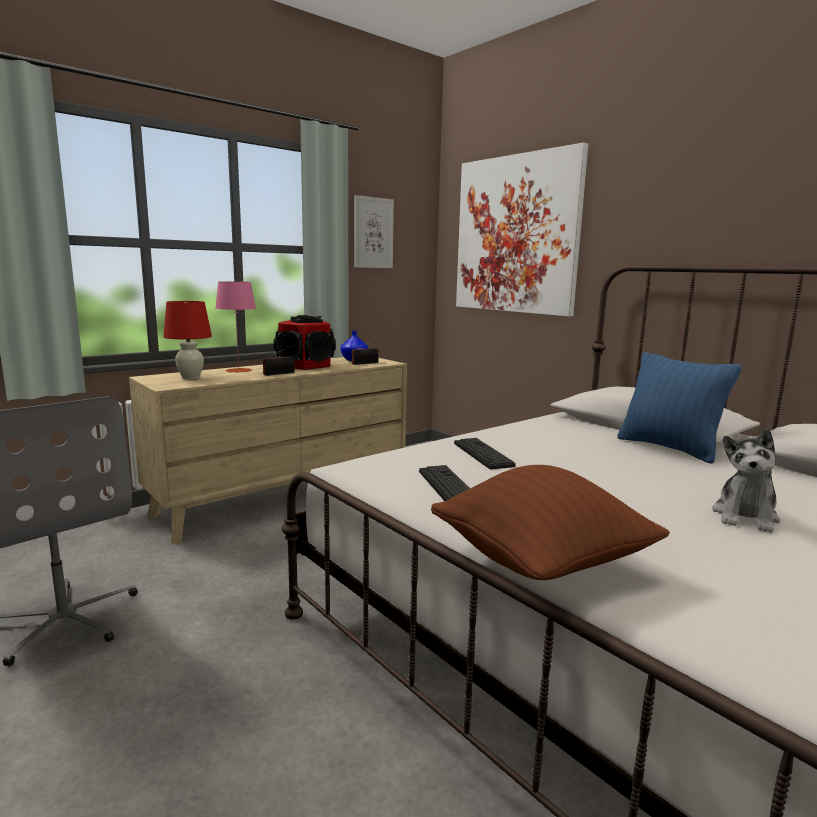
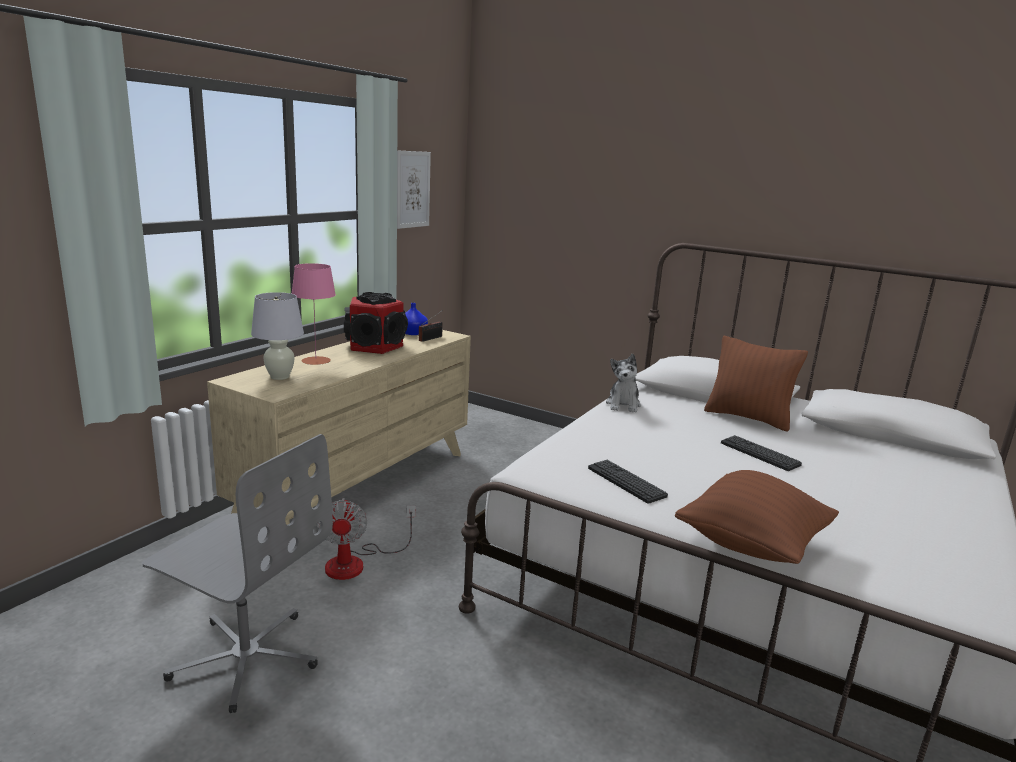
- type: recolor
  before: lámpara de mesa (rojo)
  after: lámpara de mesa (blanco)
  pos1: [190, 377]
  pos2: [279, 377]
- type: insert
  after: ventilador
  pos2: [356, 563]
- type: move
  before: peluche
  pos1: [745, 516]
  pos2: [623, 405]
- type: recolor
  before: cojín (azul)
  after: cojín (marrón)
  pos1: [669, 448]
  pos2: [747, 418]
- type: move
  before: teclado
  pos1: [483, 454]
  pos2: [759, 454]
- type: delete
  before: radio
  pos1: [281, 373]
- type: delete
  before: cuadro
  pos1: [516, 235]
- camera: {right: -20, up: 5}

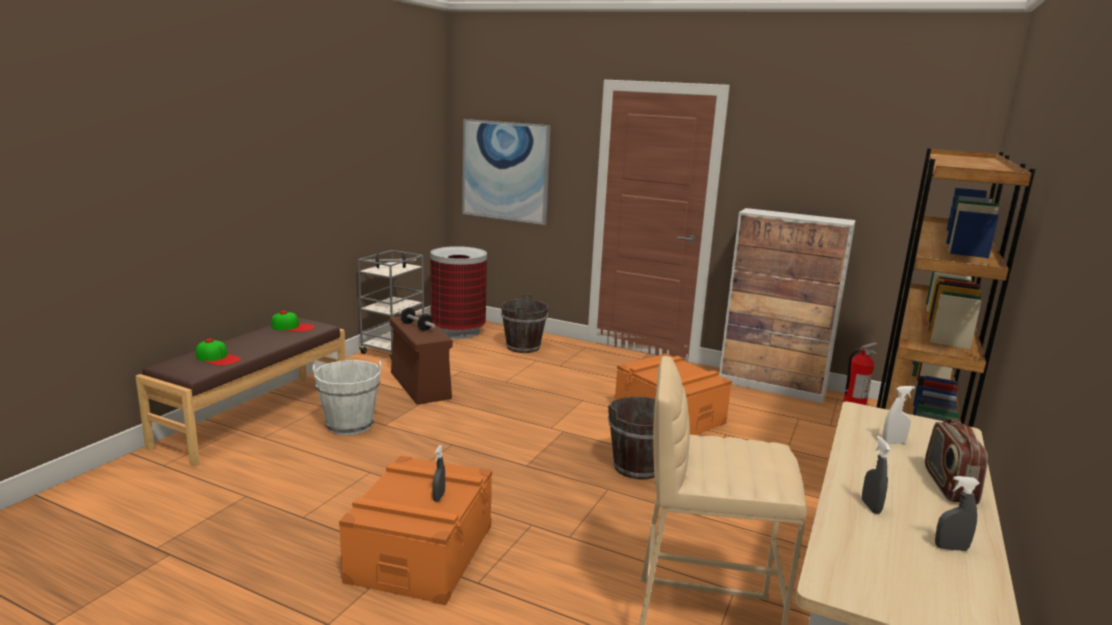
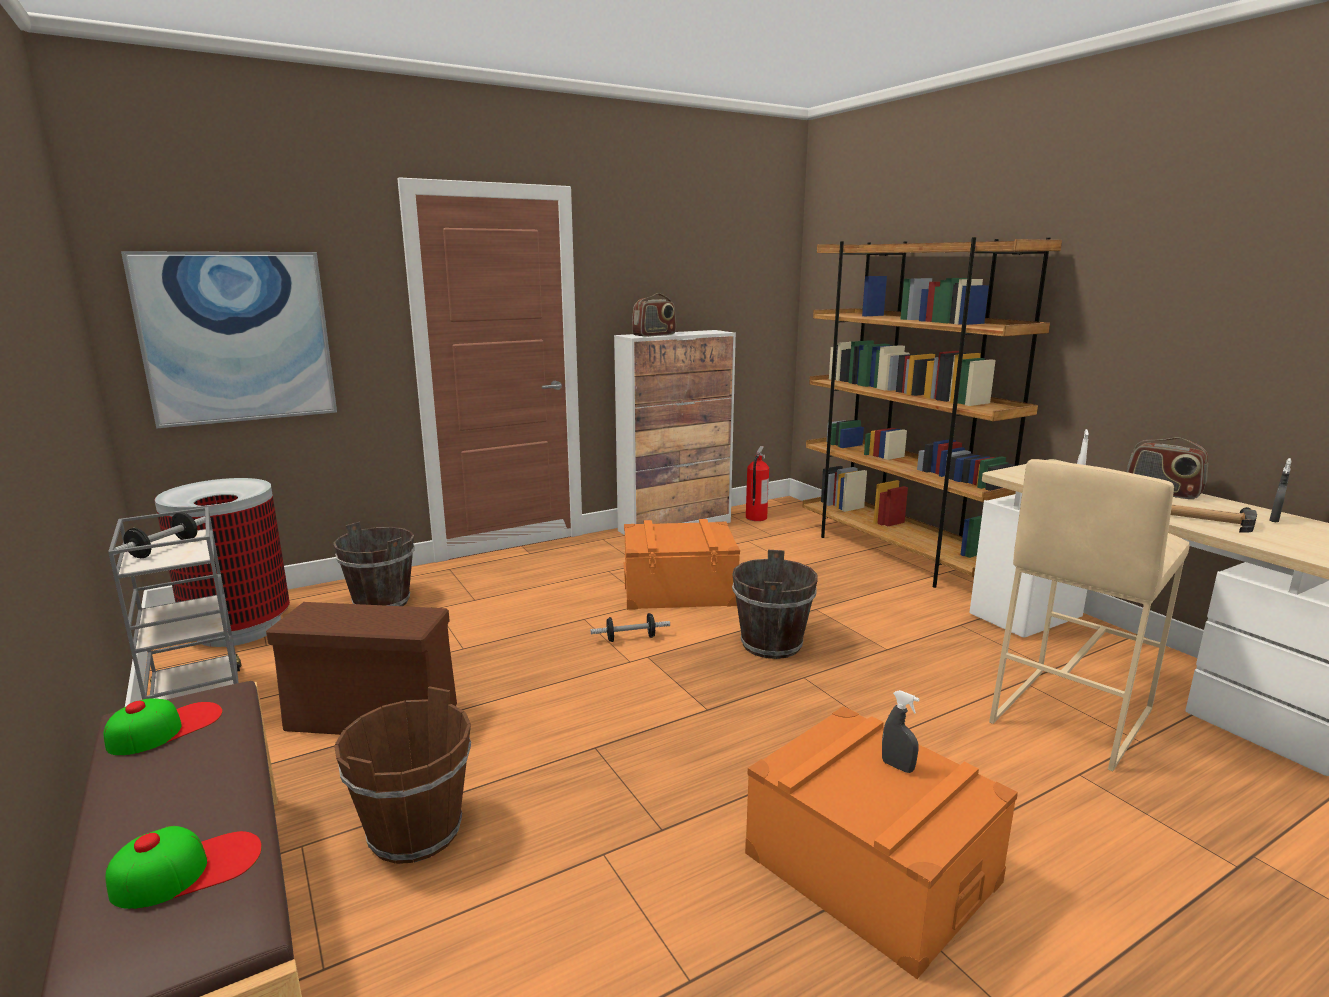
- type: recolor
  before: cubo (blanco)
  after: cubo (marrón)
  pos1: [349, 425]
  pos2: [415, 832]
- type: move
  before: mancuerna
  pos1: [416, 327]
  pos2: [630, 638]
- type: insert
  after: radio
  pos2: [654, 335]
- type: replace
  before: pulverizador (gris)
  after: martillo
  pos1: [870, 507]
  pos2: [1207, 520]
- camera: {right: -55, up: 0}

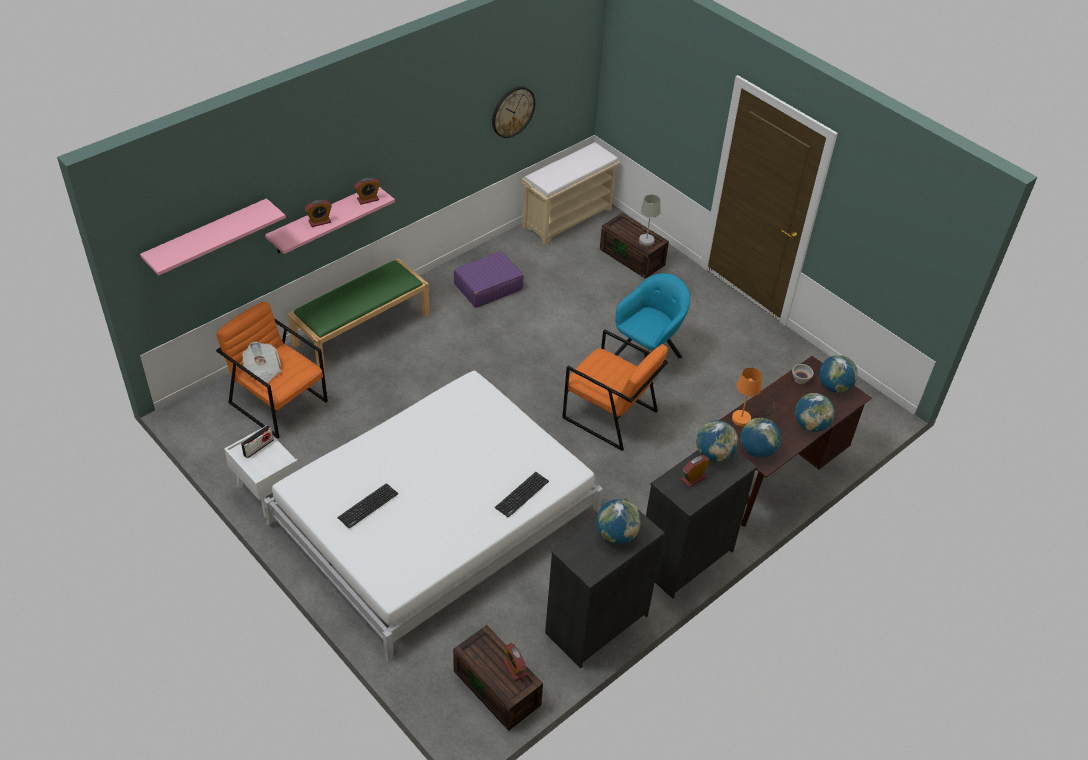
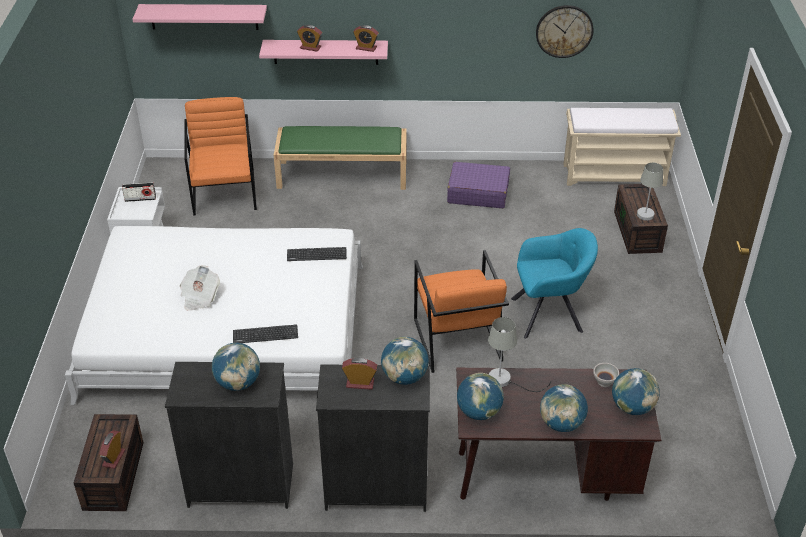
- type: move
  before: periódico
  pos1: [263, 370]
  pos2: [199, 297]
- type: move
  before: teclado
  pos1: [368, 506]
  pos2: [316, 254]
- type: recolor
  before: lámpara de mesa (naranja)
  after: lámpara de mesa (gris)
  pos1: [746, 417]
  pos2: [506, 381]
- camera: {right: 45, up: -5}

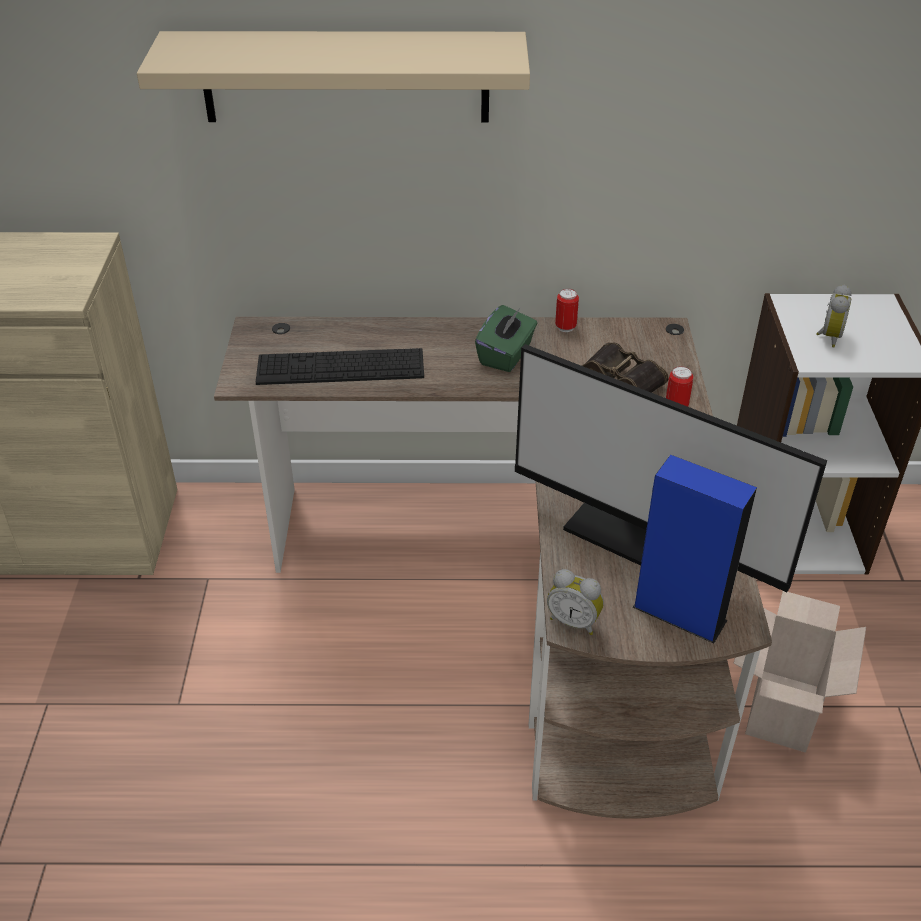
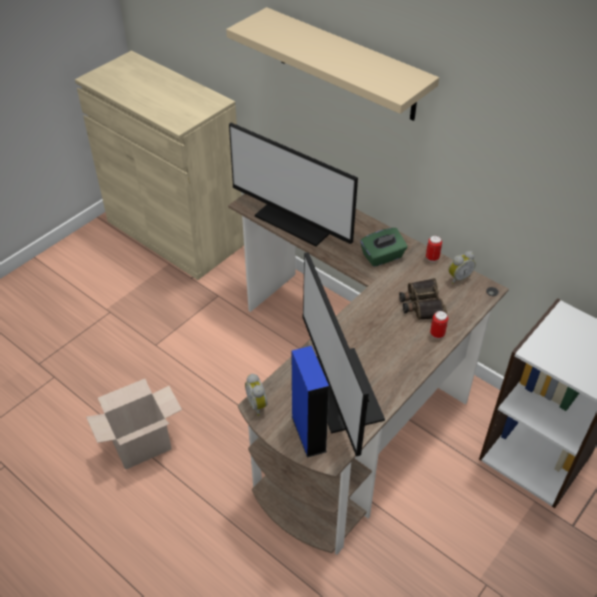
- type: move
  before: caja de cartón
  pos1: [779, 708]
  pos2: [143, 444]
- type: replace
  before: teclado
  after: monitor
  pos1: [340, 367]
  pos2: [297, 220]
- type: move
  before: despertador
  pos1: [828, 337]
  pos2: [458, 277]
- camera: {right: 40, up: 5}

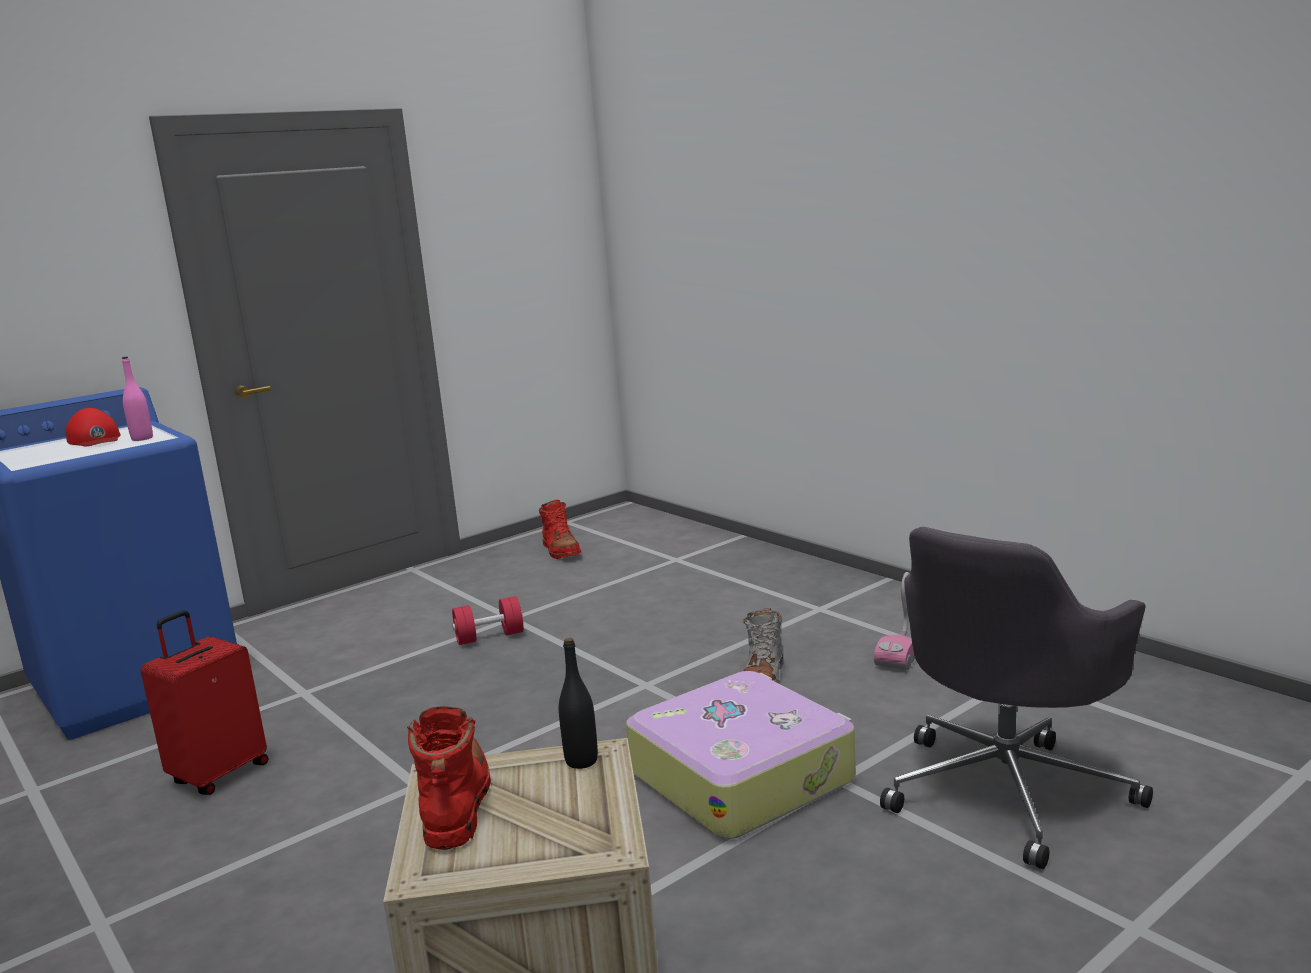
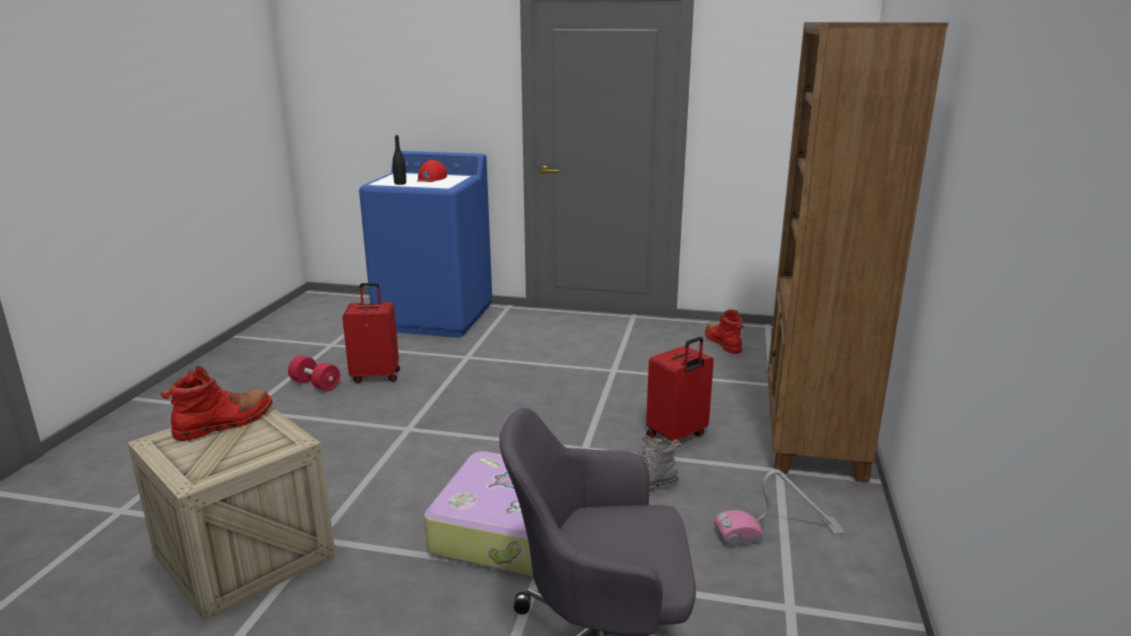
- type: move
  before: mancuerna (rojo)
  pos1: [489, 637]
  pos2: [315, 384]
- type: move
  before: botella (negro)
  pos1: [581, 761]
  pos2: [400, 183]
- type: insert
  after: maleta (rojo)
  pos2: [677, 436]
- type: rotate
  before: bota (rojo)
  pos1: [561, 551]
  pos2: [723, 343]
  turn: 135
- type: insert
  after: estantería (marrón)
  pos2: [811, 433]
- type: delete
  before: botella (rosa)
  pos1: [142, 438]
- camera: {right: 50, up: 5}

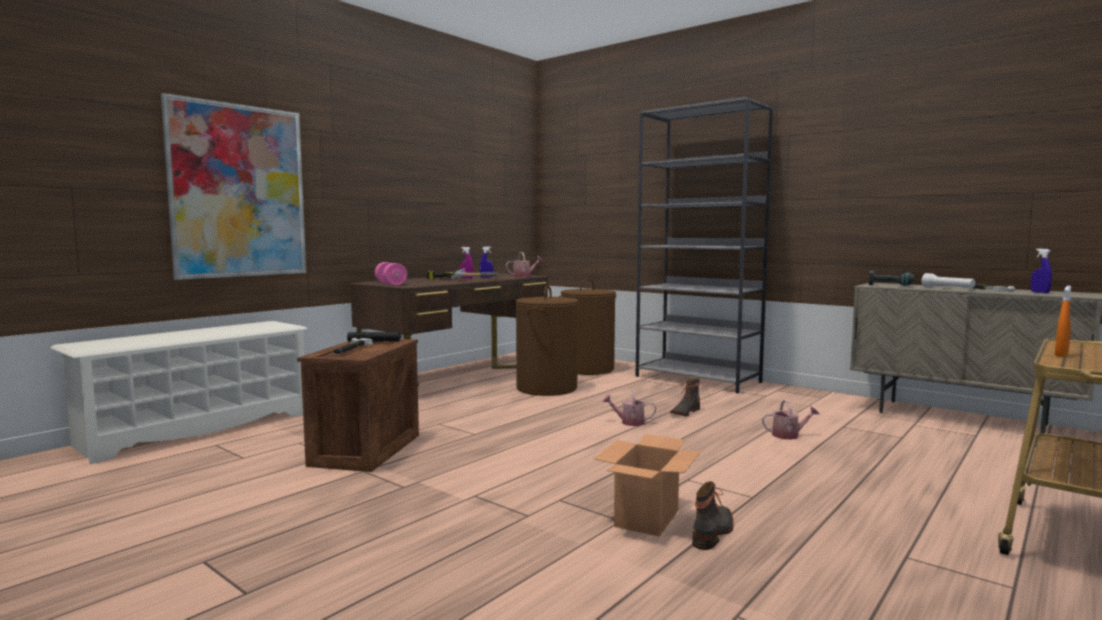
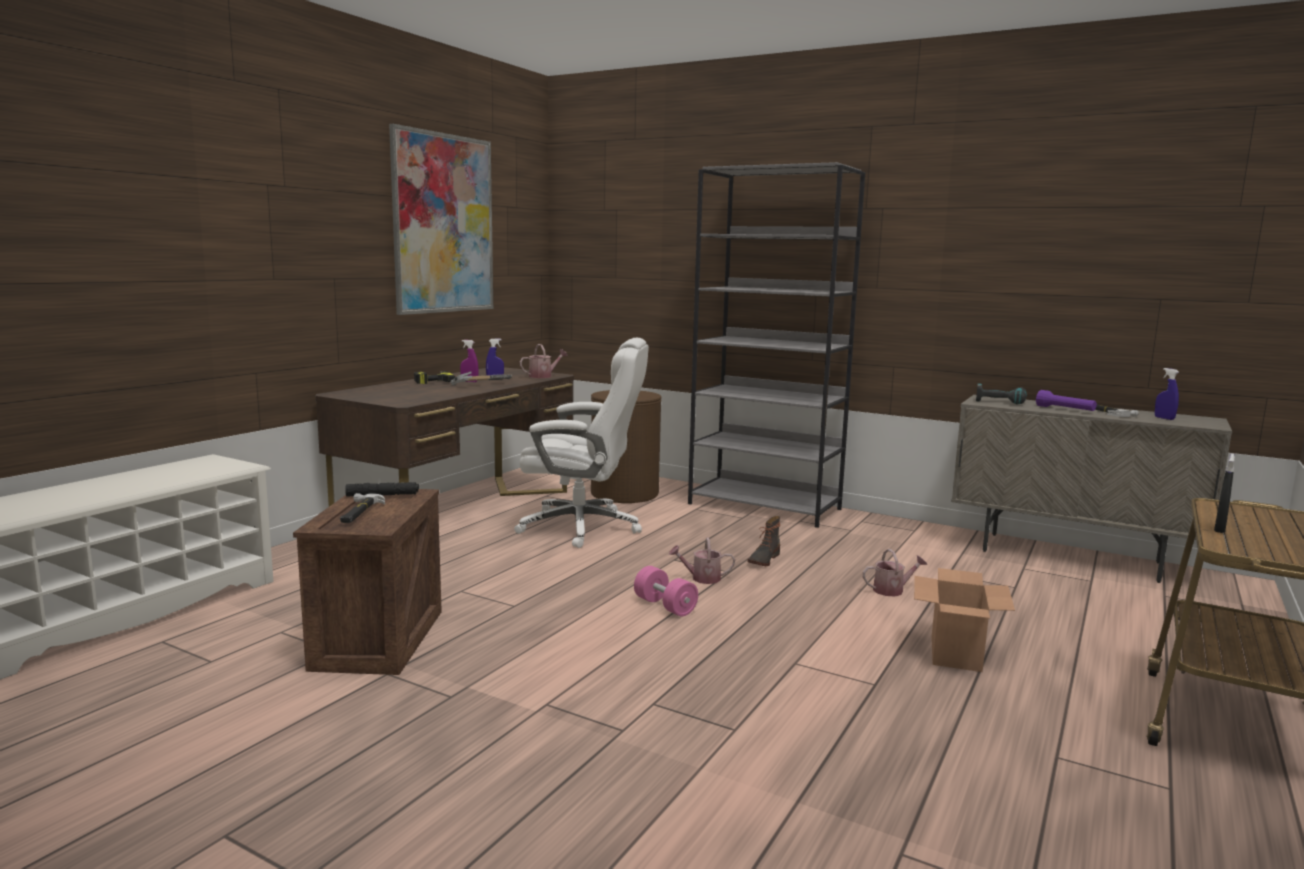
- type: move
  before: cuadro
  pos1: [239, 191]
  pos2: [443, 224]
- type: replace
  before: cesto de la ropa (marrón)
  after: silla de oficina (blanco)
  pos1: [547, 388]
  pos2: [583, 527]
- type: move
  before: mancuerna (rosa)
  pos1: [391, 284]
  pos2: [665, 606]
- type: move
  before: caja de cartón
  pos1: [647, 519]
  pos2: [956, 654]
- type: recolor
  before: linterna (blanco)
  after: linterna (morado)
  pos1: [947, 288]
  pos2: [1065, 410]
- type: recolor
  before: pulverizador (naranja)
  after: pulverizador (negro)
  pos1: [1061, 355]
  pos2: [1219, 529]
- type: delete
  before: bota
  pos1: [713, 532]
- camera: {right: -10, up: 5}

